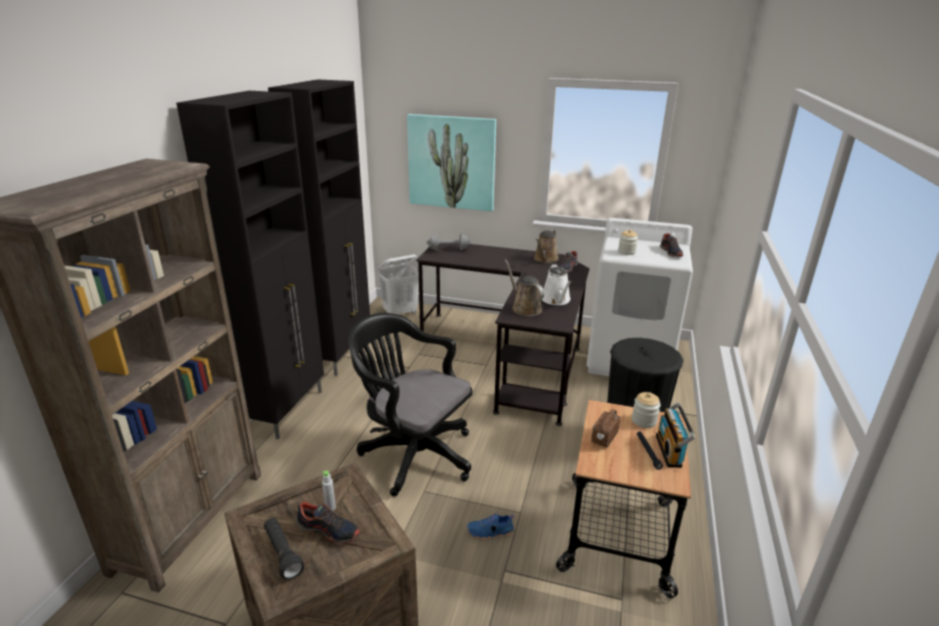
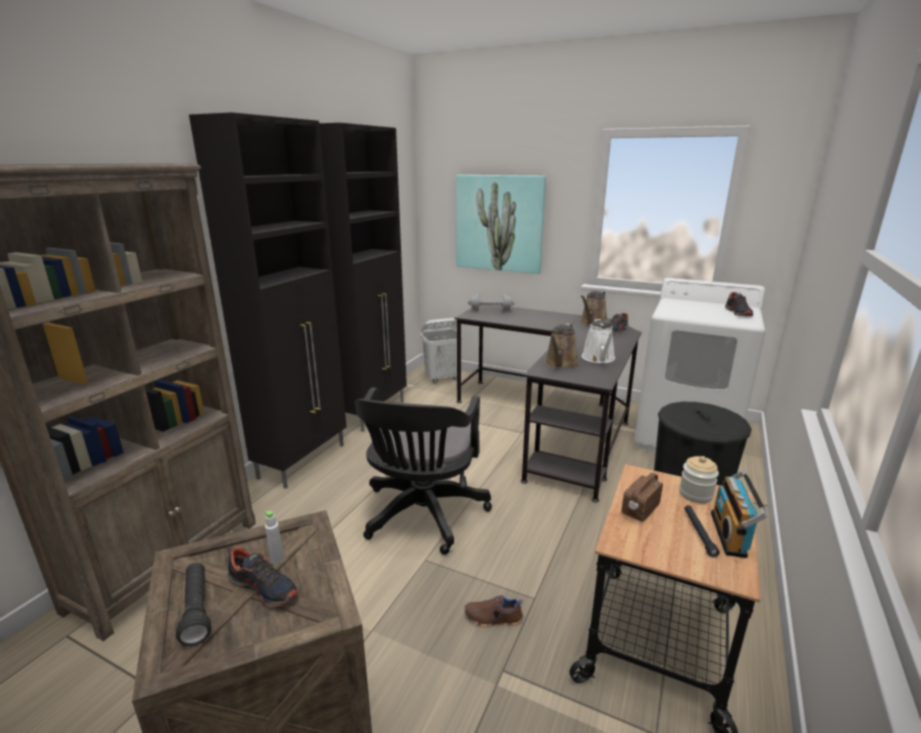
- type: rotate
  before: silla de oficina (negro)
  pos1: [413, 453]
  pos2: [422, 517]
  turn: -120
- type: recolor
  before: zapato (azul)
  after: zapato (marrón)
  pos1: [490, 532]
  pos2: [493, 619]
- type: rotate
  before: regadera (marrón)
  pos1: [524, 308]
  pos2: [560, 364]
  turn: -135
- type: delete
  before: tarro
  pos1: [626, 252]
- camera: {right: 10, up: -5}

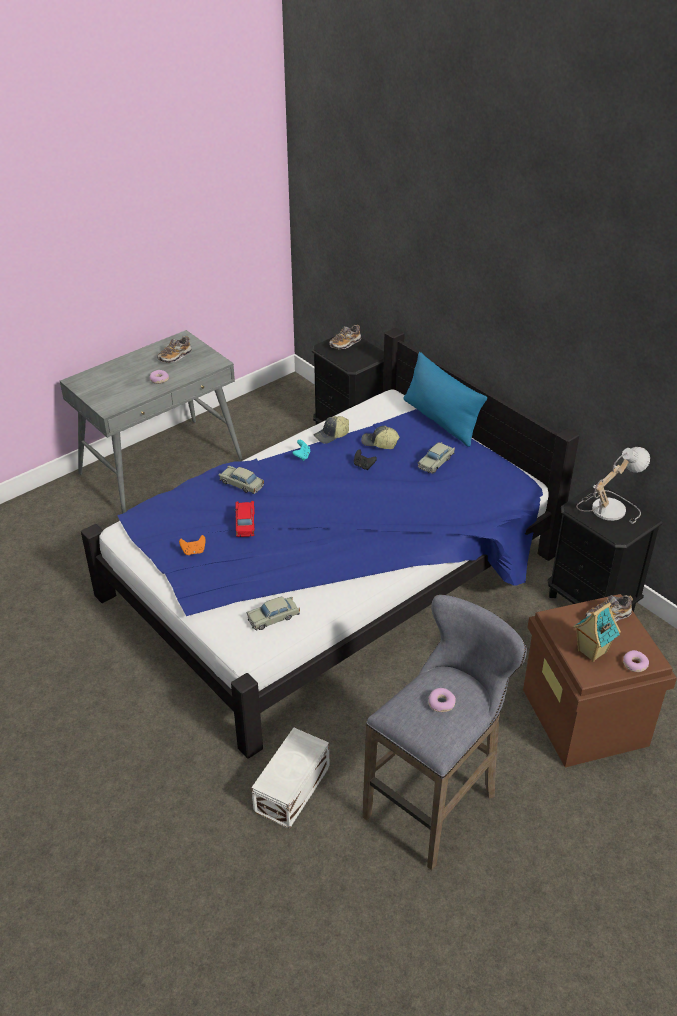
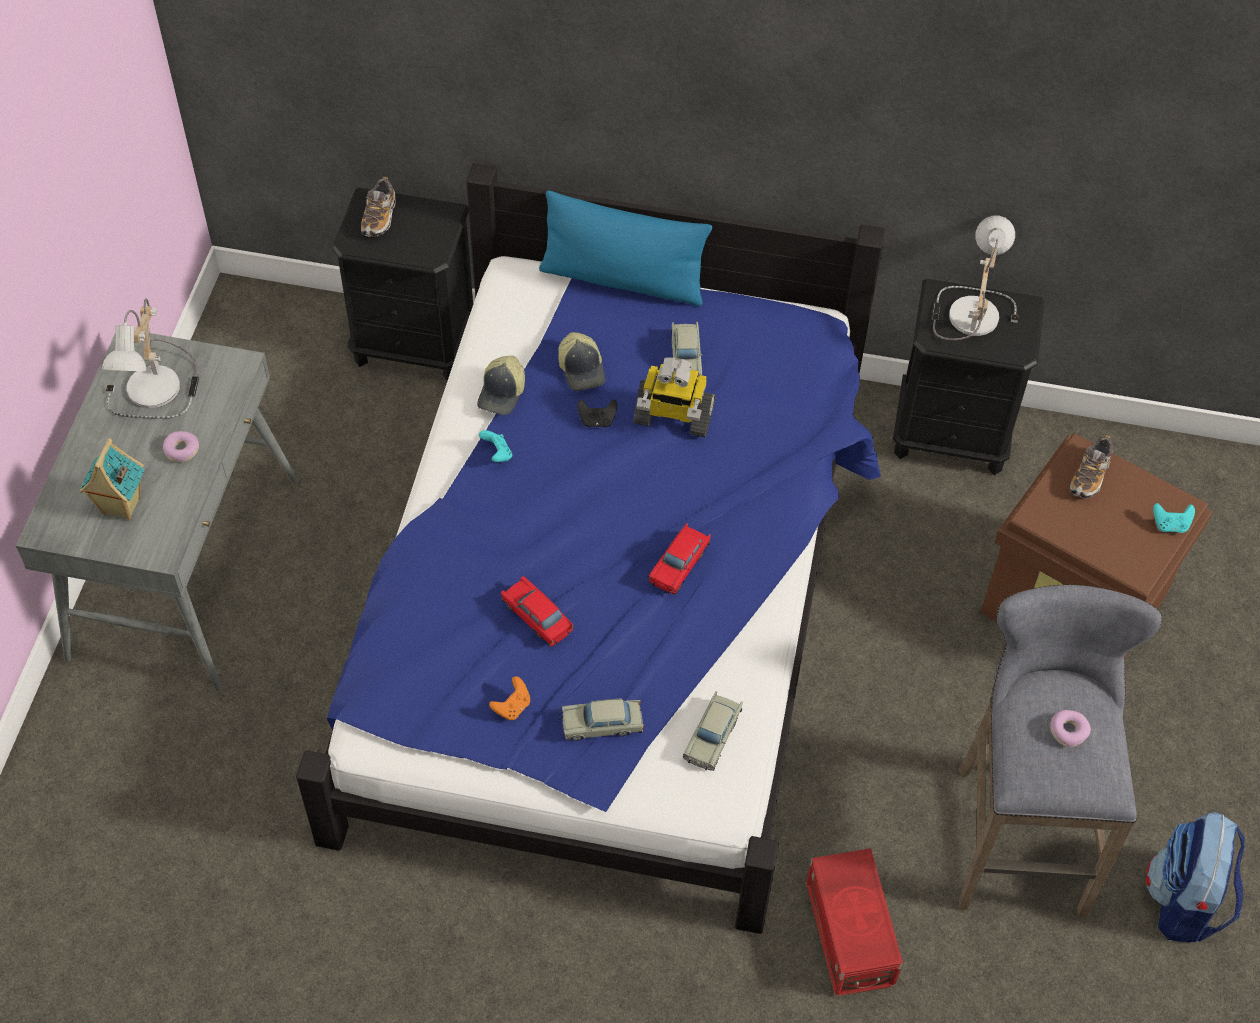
- type: move
  before: casita
  pos1: [591, 651]
  pos2: [120, 507]
- type: replace
  before: zapato
  after: lámpara de mesa
  pos1: [175, 356]
  pos2: [158, 391]
- type: rotate
  before: gorra
  pos1: [379, 443]
  pos2: [582, 369]
  turn: -90
- type: move
  before: coche de juguete (beis)
  pos1: [241, 484]
  pos2: [602, 724]
- type: insert
  after: robot de juguete
  pos2: [673, 416]
- type: insert
  after: coche de juguete (rojo)
  pos2: [679, 564]
- type: recolor
  before: caja de almacenaje (blanco)
  after: caja de almacenaje (rojo)
  pos1: [294, 788]
  pos2: [851, 931]
- type: insert
  after: mochila
  pos2: [1184, 901]
- type: replace
  before: rosquilla
  after: mando de consola (turquesa)
  pos1: [634, 664]
  pos2: [1170, 525]
- camera: {right: -40, up: 15}

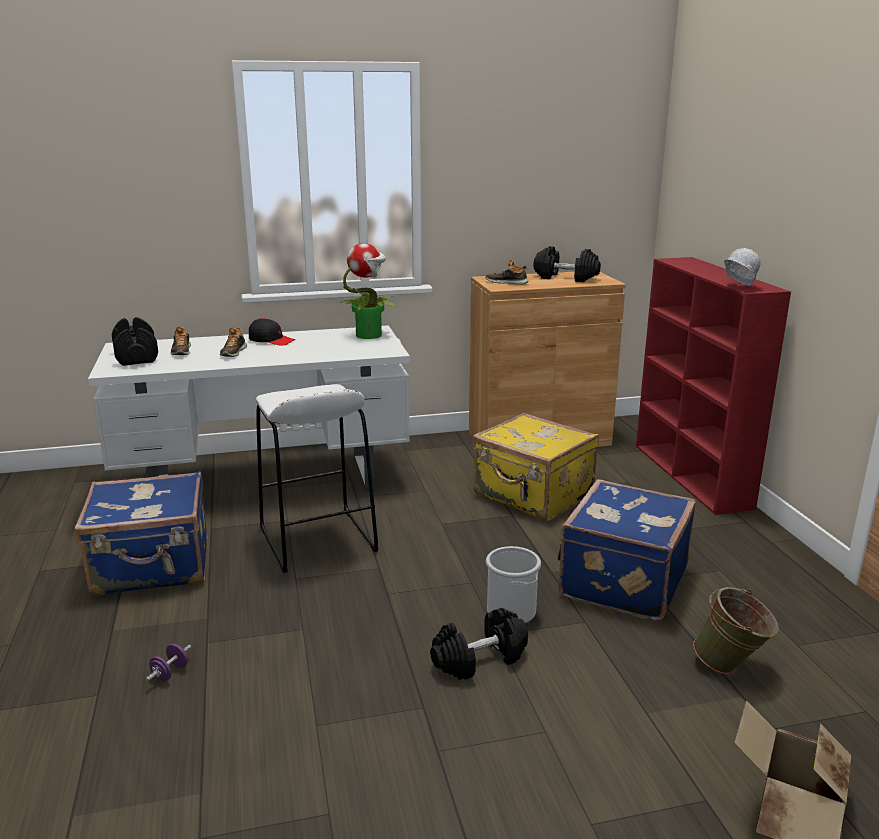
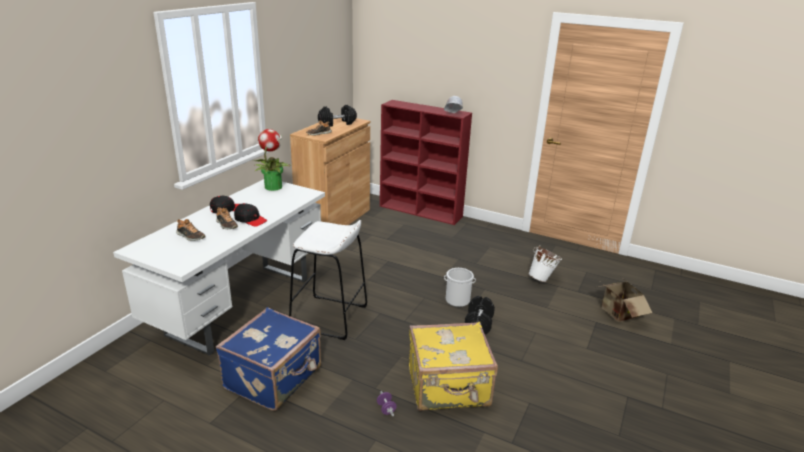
- type: insert
  after: gorra (negro)
  pos2: [250, 220]
- type: move
  before: maleta (amarillo)
  pos1: [532, 495]
  pos2: [449, 387]
- type: recolor
  before: cubo (verde)
  after: cubo (blanco)
  pos1: [731, 667]
  pos2: [542, 279]
- type: delete
  before: mancuerna (negro)
  pos1: [136, 357]
- type: delete
  before: maleta (azul)
  pos1: [621, 581]
- camera: {right: -50, up: 5}

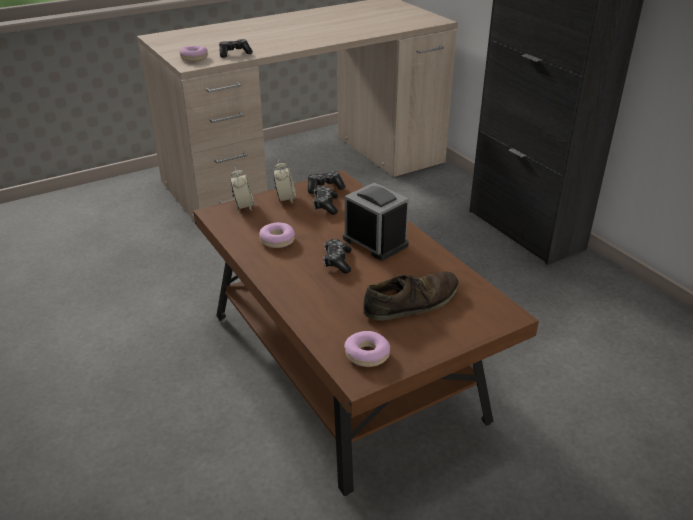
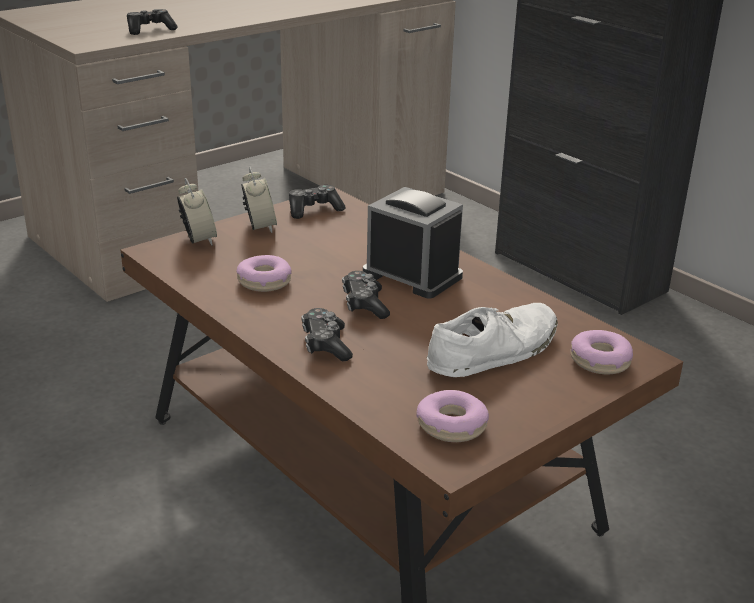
- type: move
  before: mando de consola
  pos1: [325, 205]
  pos2: [326, 344]
- type: recolor
  before: zapato (marrón)
  after: zapato (blanco)
  pos1: [411, 303]
  pos2: [493, 351]
- type: move
  before: rosquilla
  pos1: [194, 58]
  pos2: [600, 361]
- camera: {right: -10, up: -5}

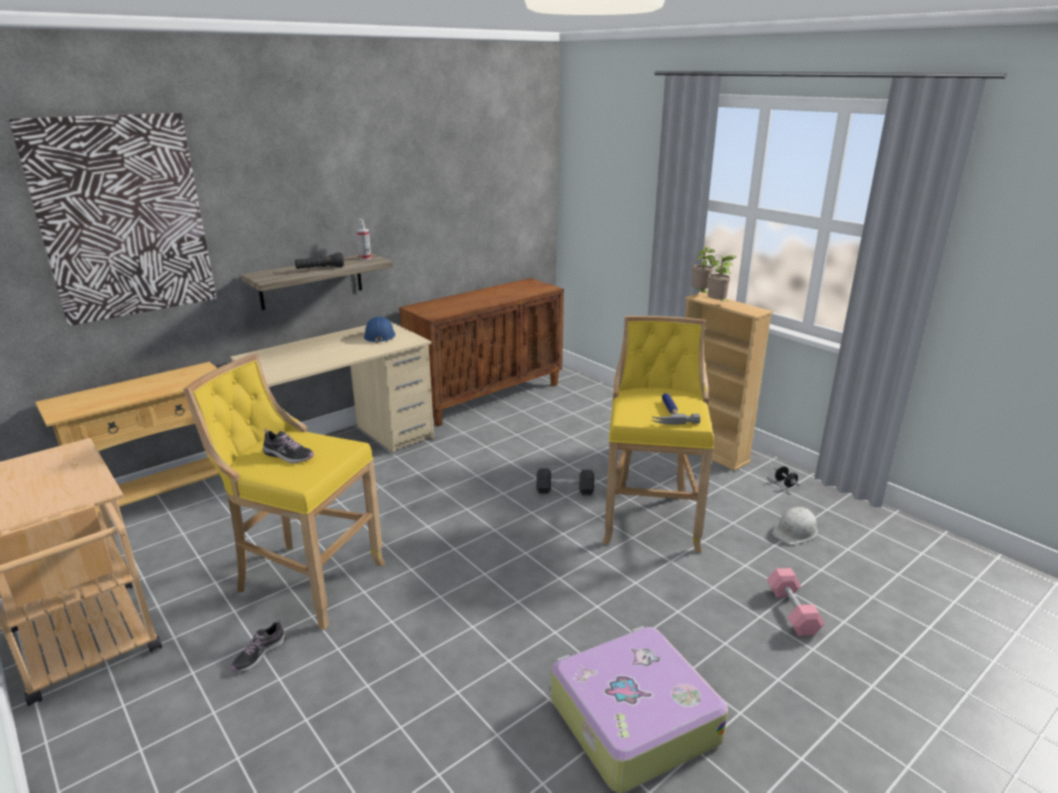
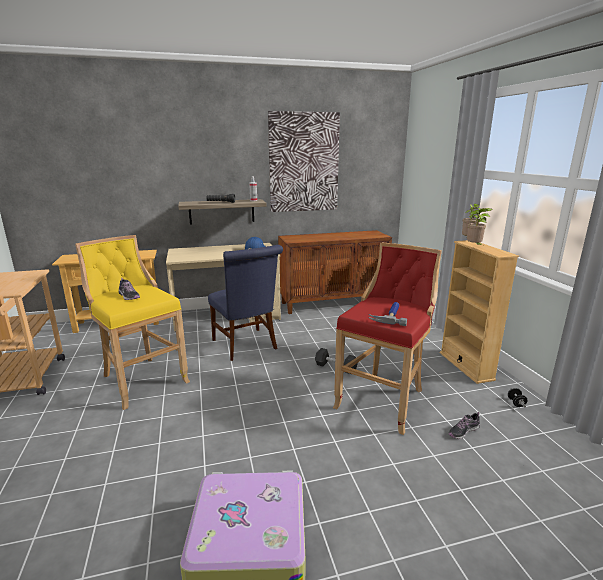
- type: insert
  after: silla (azul)
  pos2: [246, 345]
- type: move
  before: cuadro
  pos1: [123, 218]
  pos2: [303, 163]
- type: recolor
  before: taburete (amarillo)
  after: taburete (rojo)
  pos1: [651, 516]
  pos2: [384, 399]
- type: move
  before: zapato
  pos1: [259, 654]
  pos2: [463, 431]
- type: delete
  before: mancuerna (rosa)
  pos1: [792, 611]
- type: delete
  before: casco (blanco)
  pos1: [795, 531]
- camera: {right: 25, up: -5}

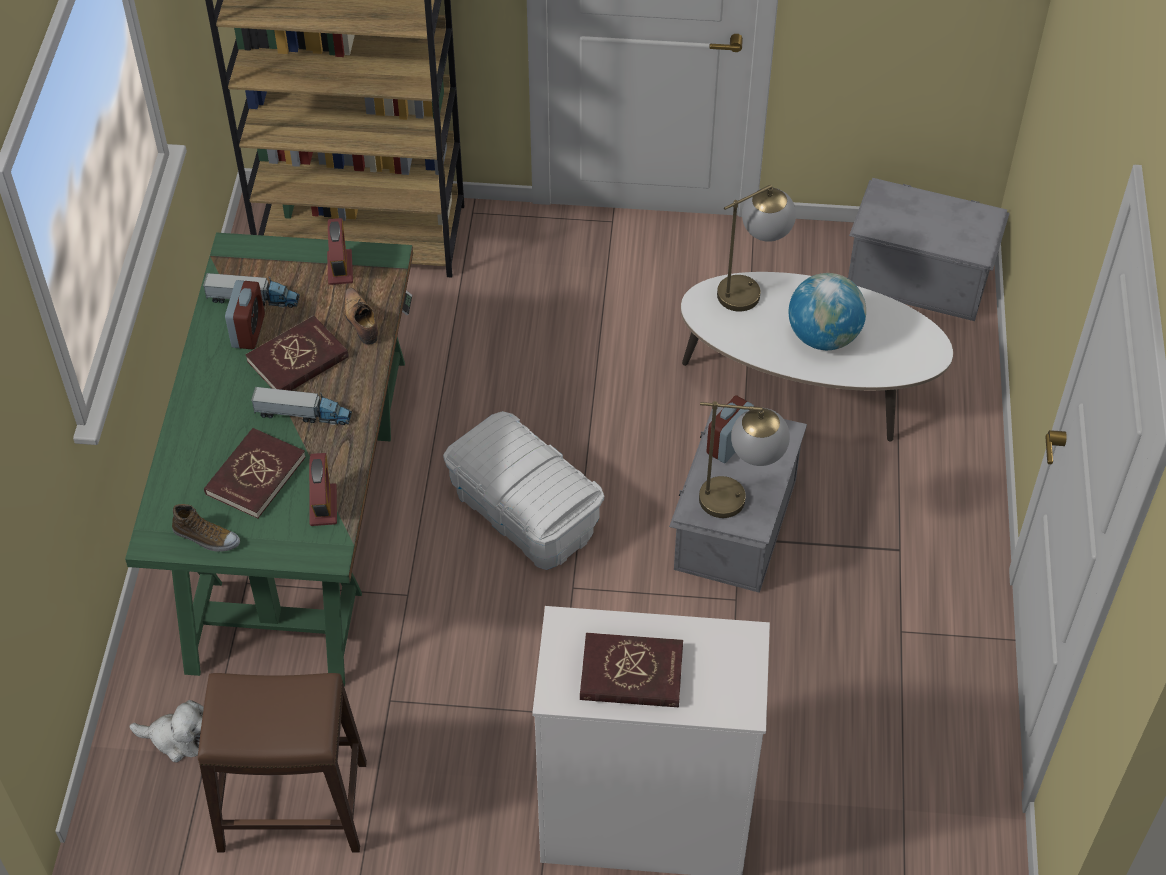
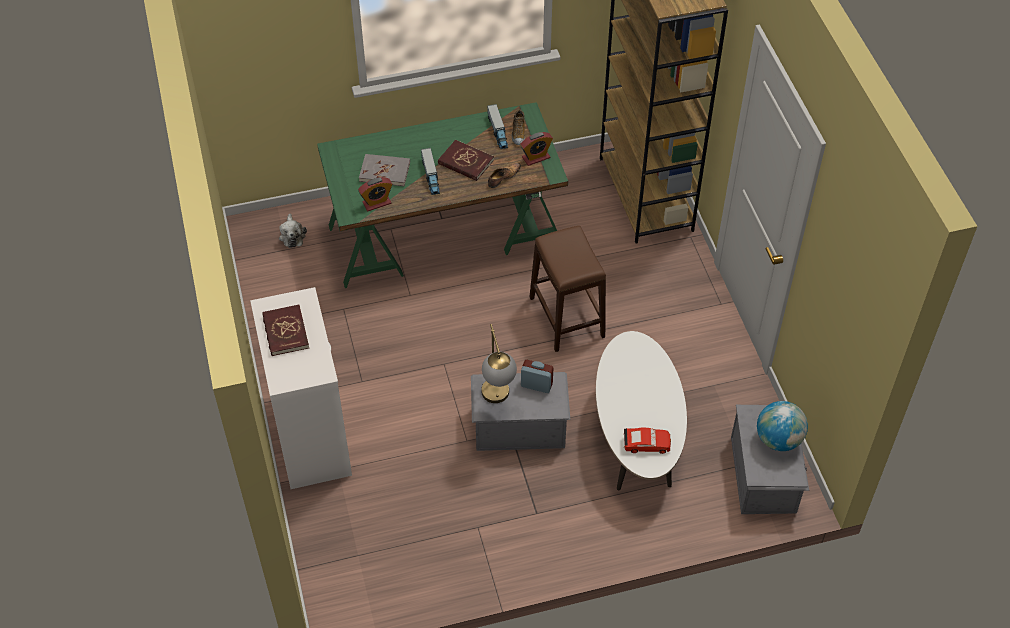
- type: recolor
  before: libro (rojo)
  after: libro (gris)
  pos1: [255, 475]
  pos2: [385, 171]
- type: move
  before: zapato
  pos1: [206, 538]
  pos2: [518, 133]
- type: move
  before: taburete (marrón)
  pos1: [292, 805]
  pos2: [567, 317]
- type: insert
  after: coche de juguete (rojo)
  pos2: [646, 443]
- type: move
  before: globo terráqueo
  pos1: [823, 336]
  pos2: [778, 439]
- type: delete
  before: despertador
  pos1: [248, 331]
- type: delete
  before: caja de almacenaje (blanco)
  pos1: [523, 512]
- type: delete
  before: lámpara de mesa
  pos1: [751, 288]
- camera: {right: 70, up: 0}

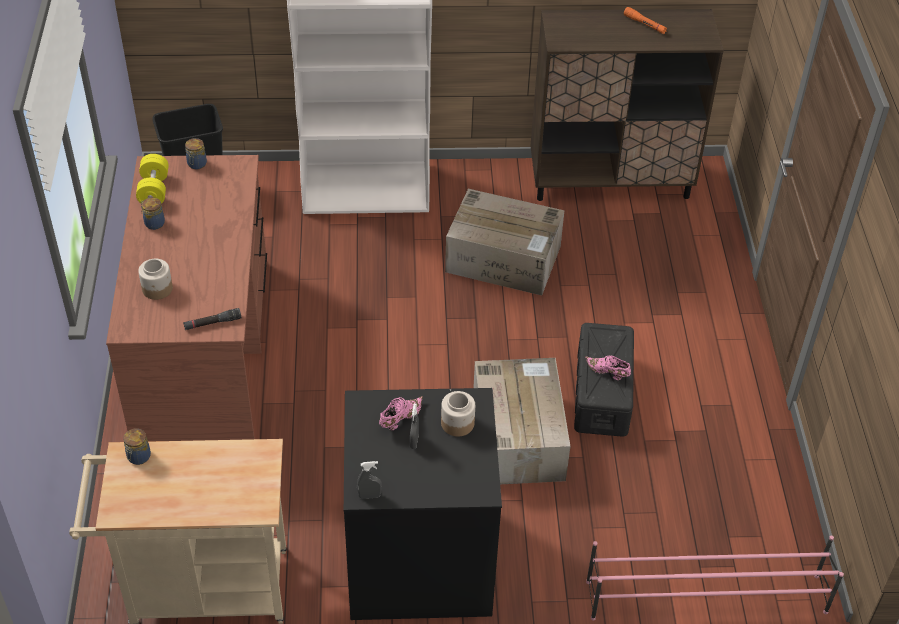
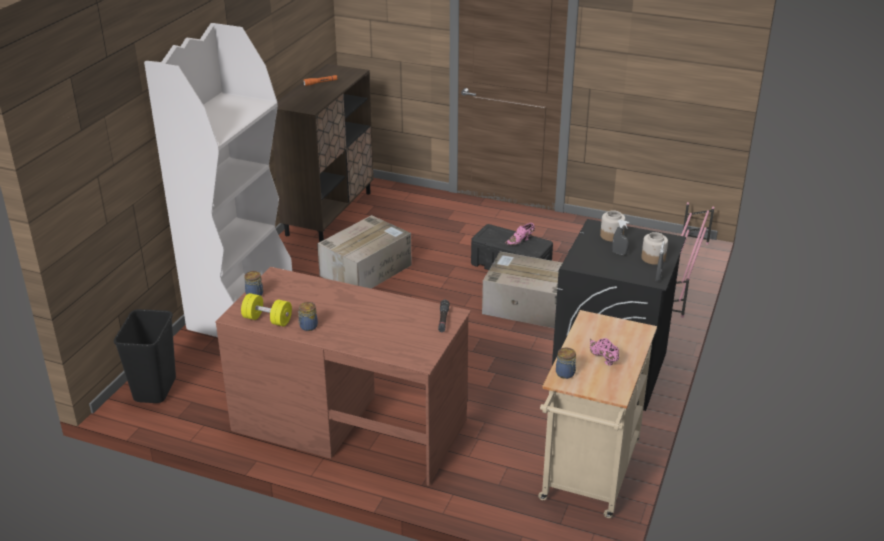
- type: move
  before: zapato (rosa)
  pos1: [399, 419]
  pos2: [603, 358]
- type: move
  before: tarro
  pos1: [157, 289]
  pos2: [653, 258]
- camera: {right: -65, up: -15}

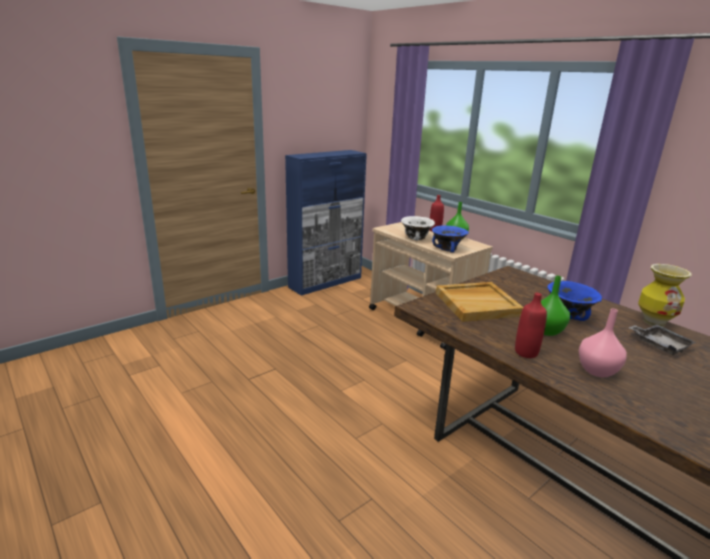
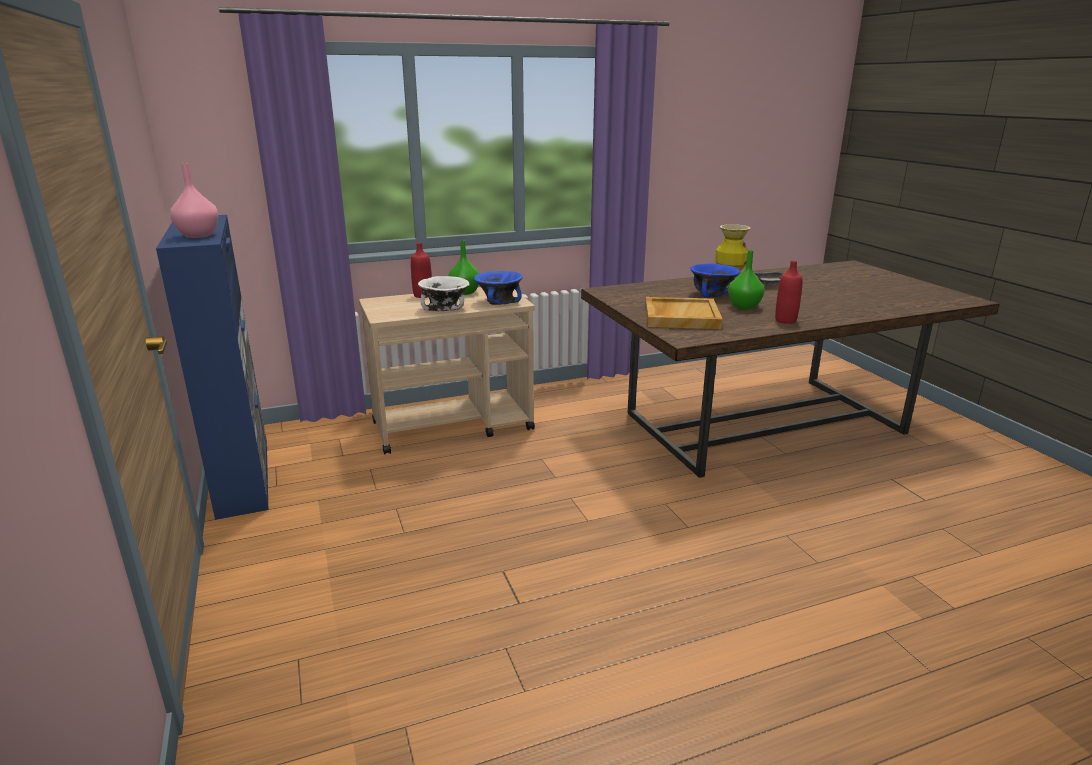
- type: move
  before: florero (rosa)
  pos1: [596, 370]
  pos2: [197, 235]
- camera: {right: -70, up: 0}

